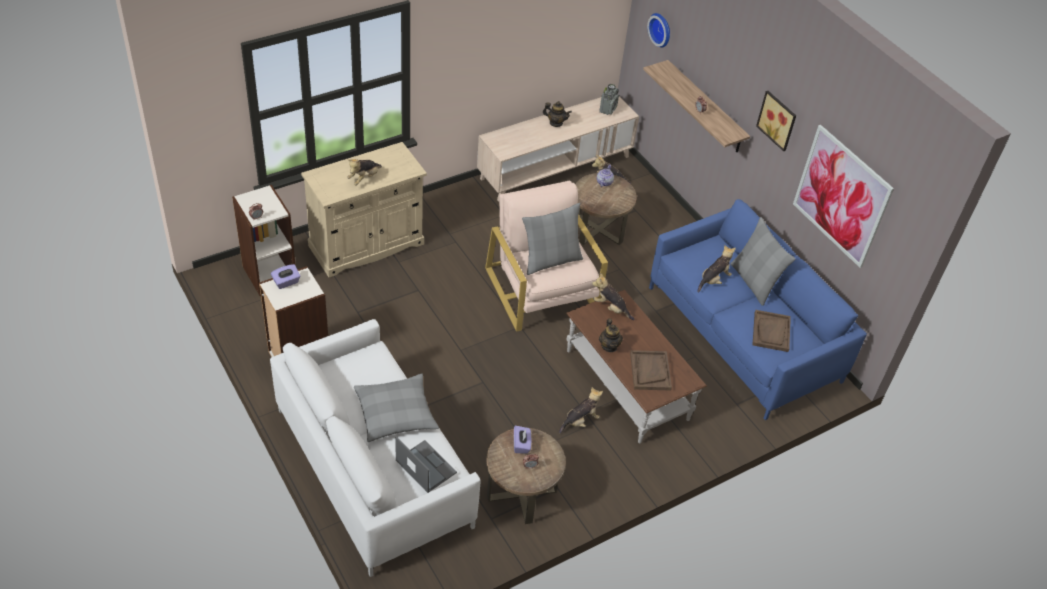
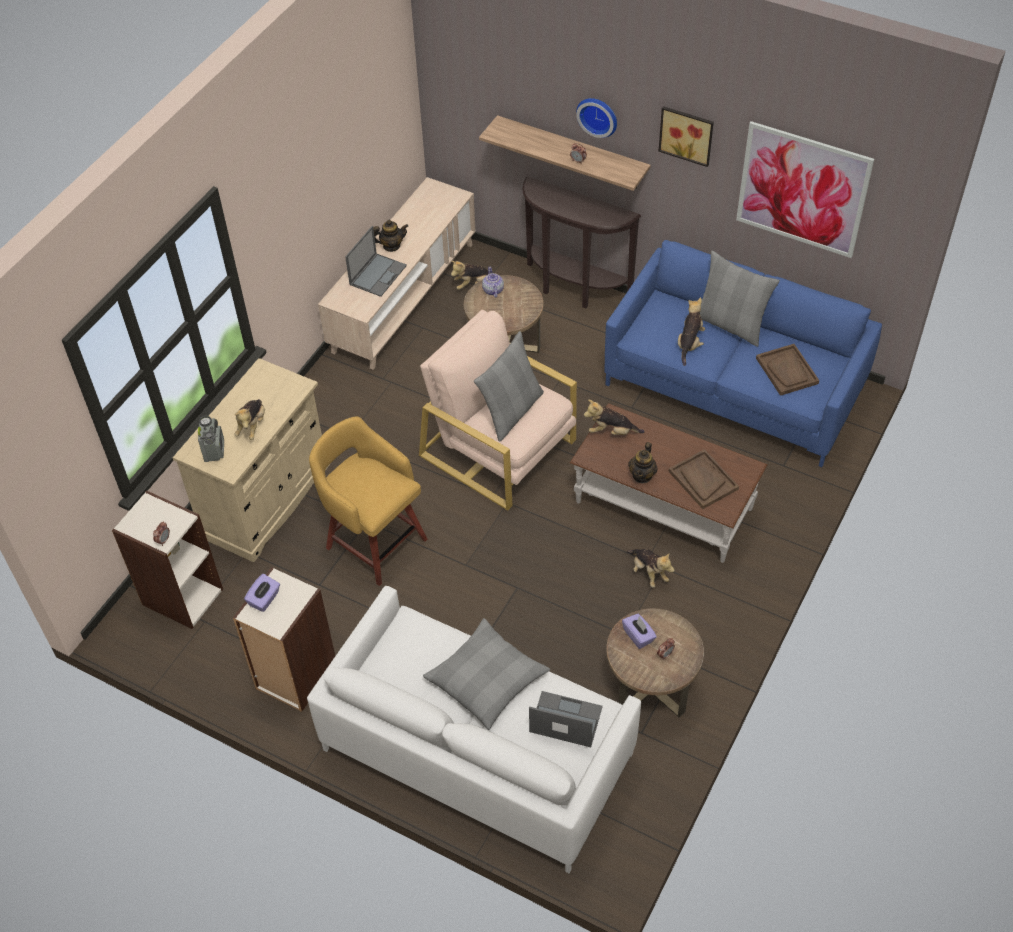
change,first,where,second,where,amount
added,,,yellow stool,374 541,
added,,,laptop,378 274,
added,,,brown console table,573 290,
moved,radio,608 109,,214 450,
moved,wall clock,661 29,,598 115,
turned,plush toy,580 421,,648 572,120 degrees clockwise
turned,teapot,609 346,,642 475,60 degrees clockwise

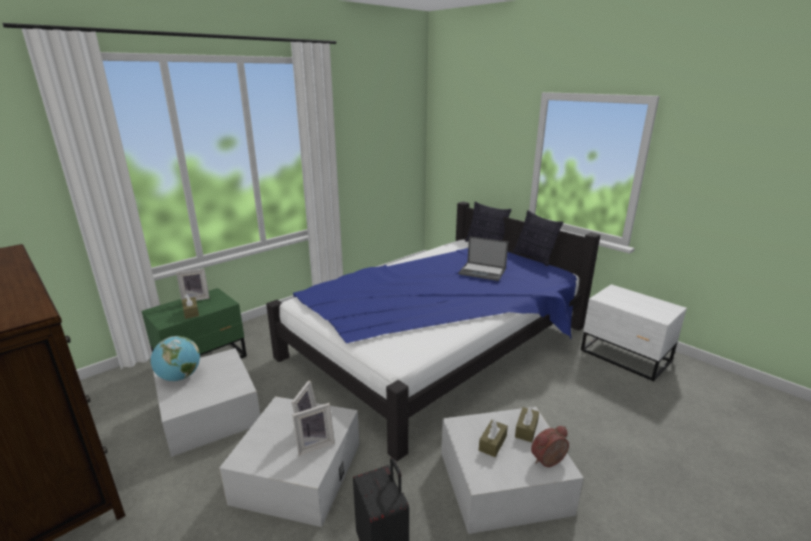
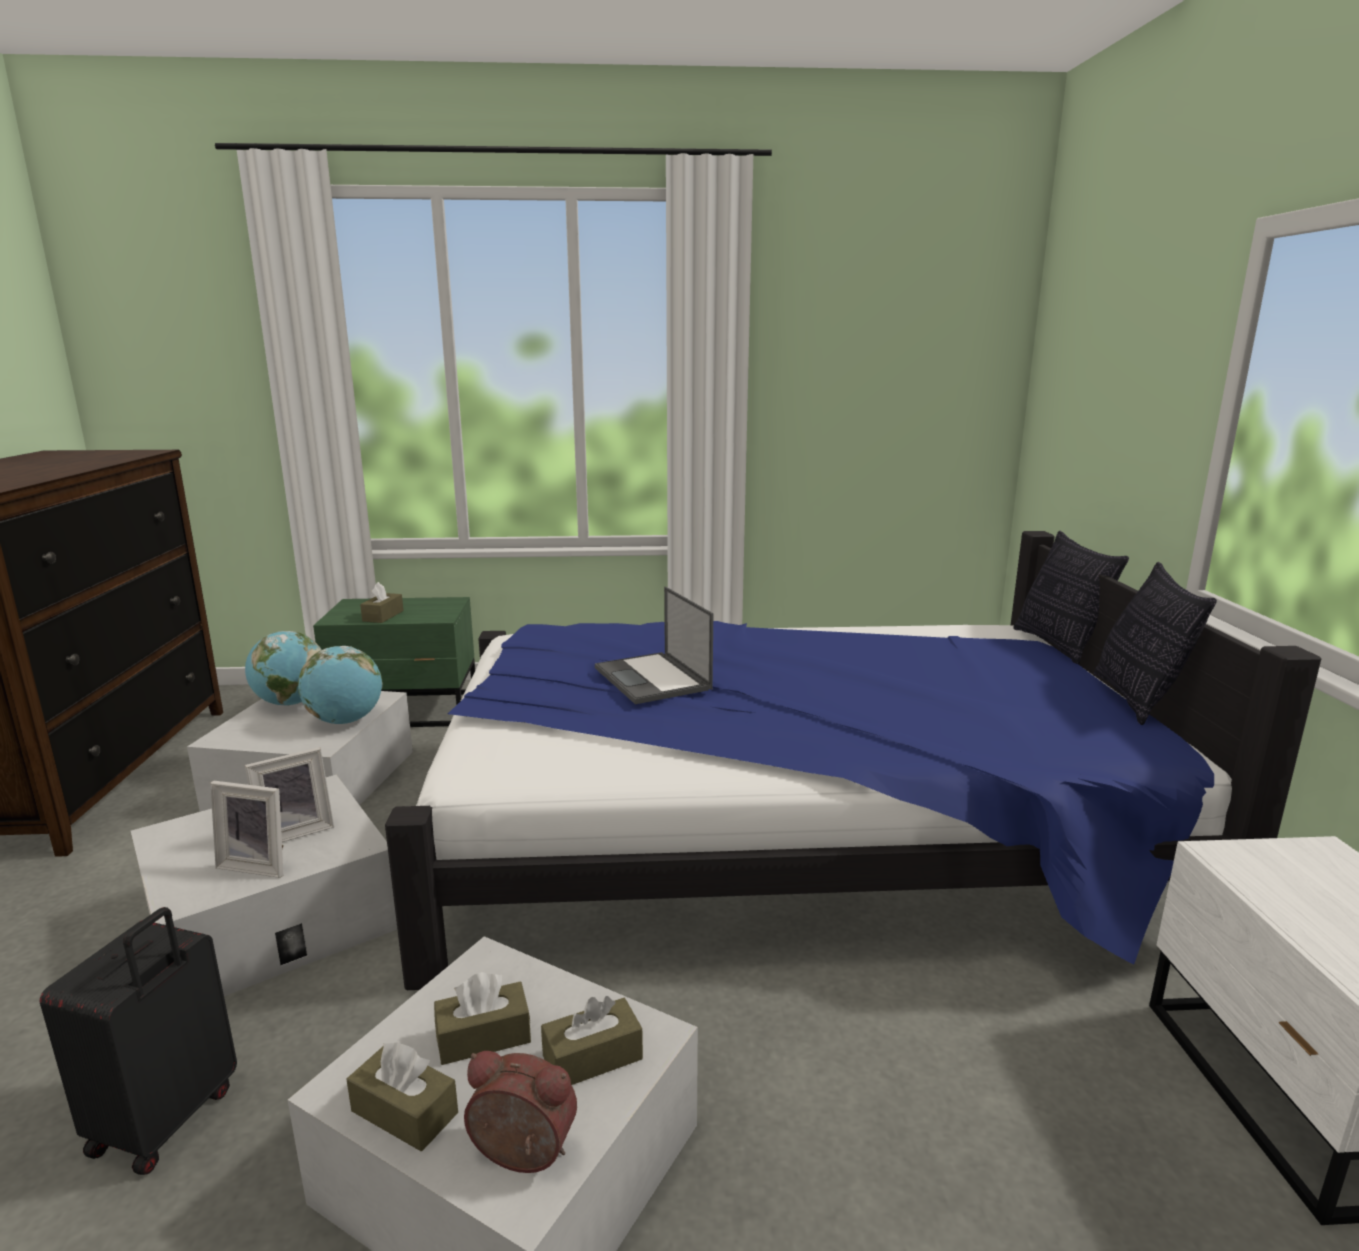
change,first,where,second,where,amount
removed,picture frame,196 298,,,
added,,,globe,345 721,
added,,,brown tissue box,404 1112,
moved,laptop,483 271,,653 679,

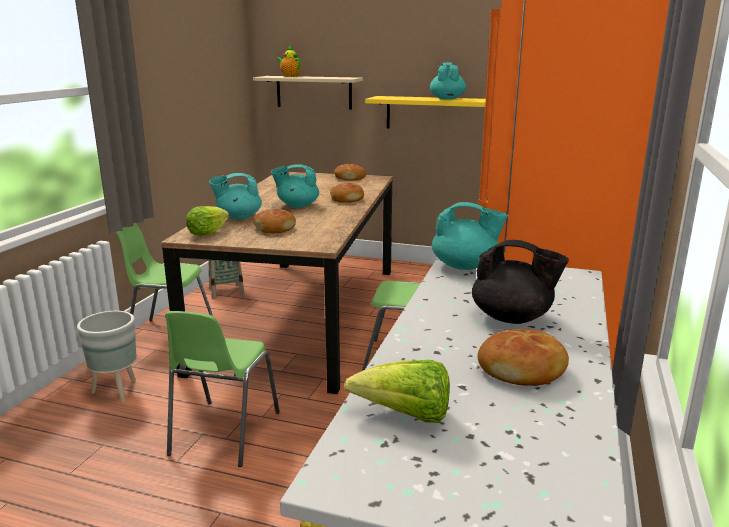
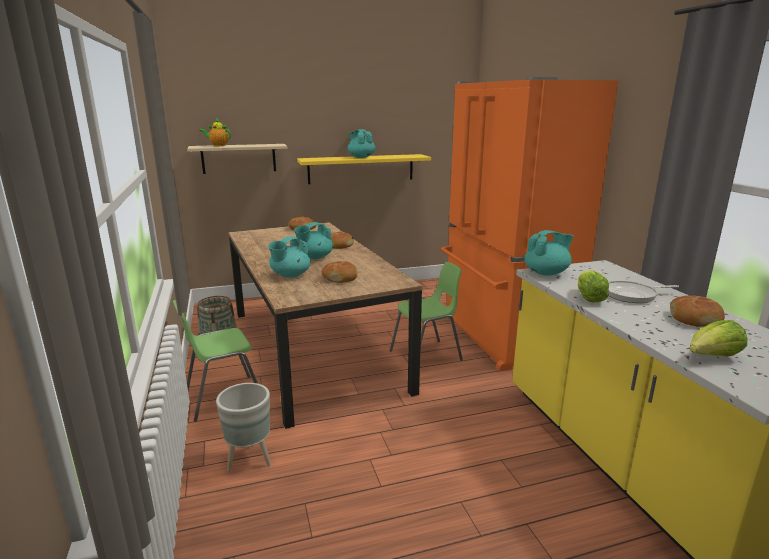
change,first,where,second,where,amount
removed,green chair,223 433,,,
moved,lettuce,207 233,,589 298,
replaced,black teapot,512 318,frying pan,632 295,

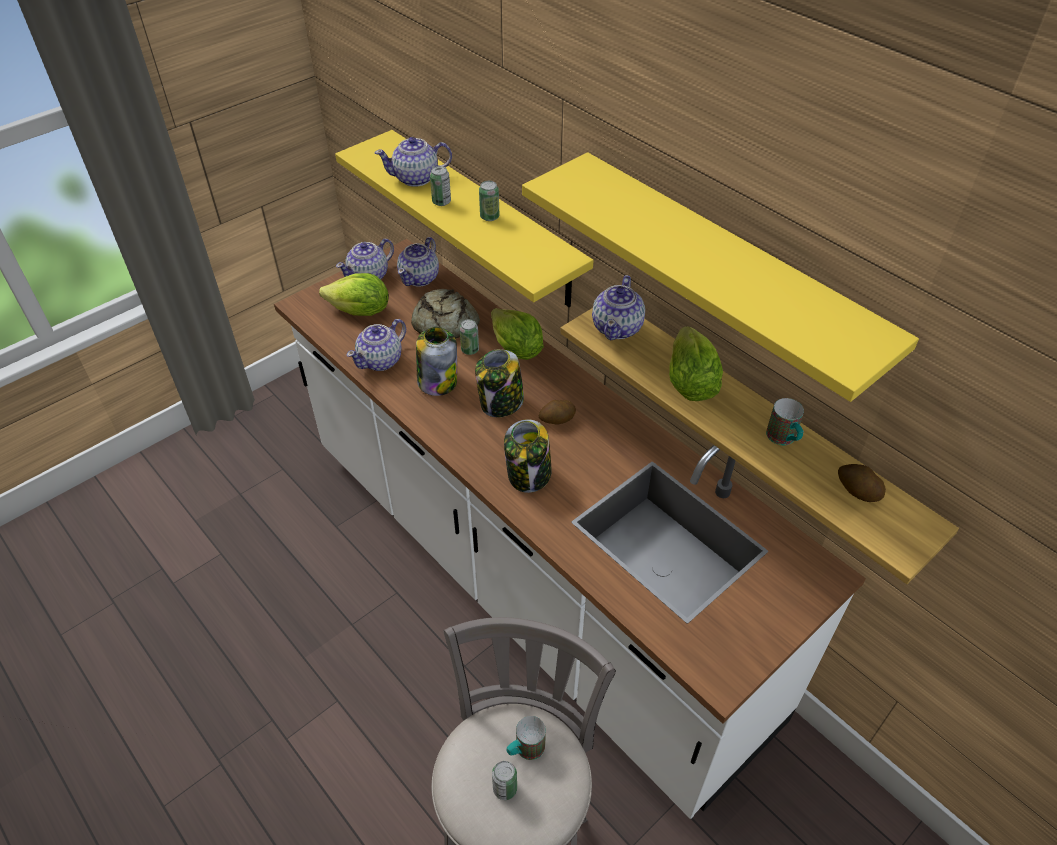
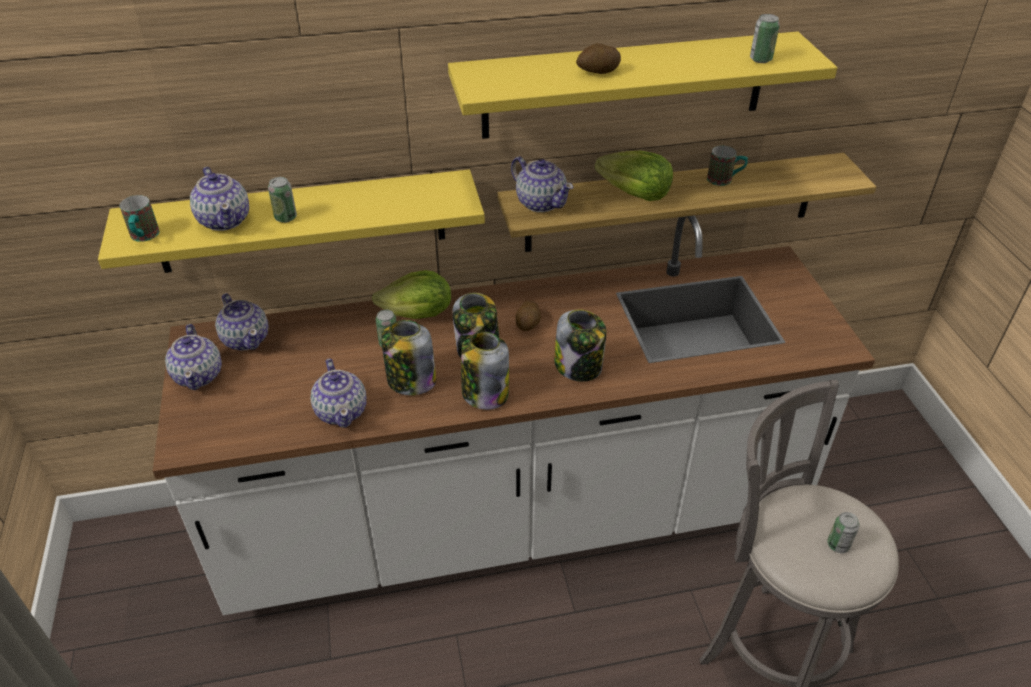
change,first,where,second,where,amount
removed,lettuce,360 312,,,
removed,bread,444 323,,,
added,,,jar,484 393,
moved,can,489 217,,760 59,
moved,mug,525 750,,143 237,
moved,potato,857 491,,597 72,
turned,teapot,416 178,,225 220,45 degrees counterclockwise

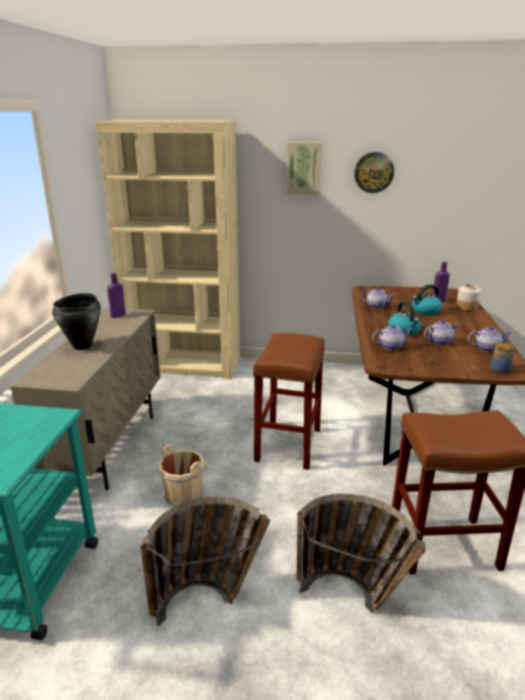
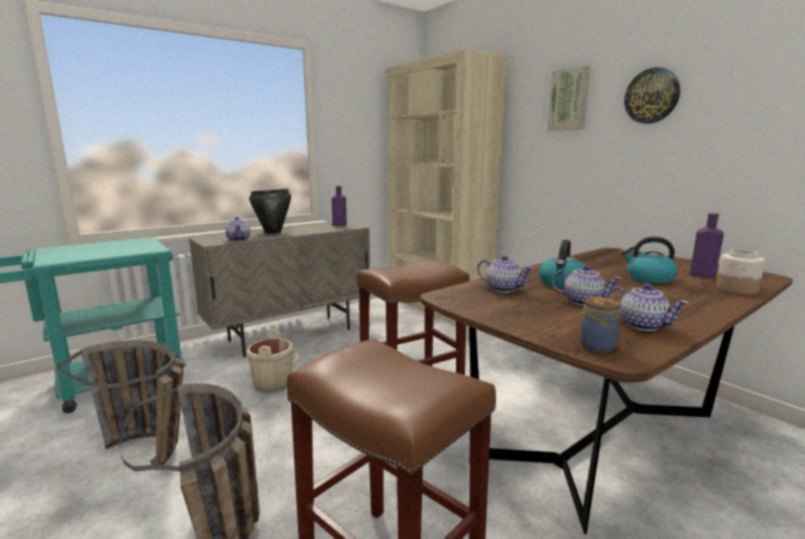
change,first,where,second,where,amount
moved,teapot,376 306,,239 239,

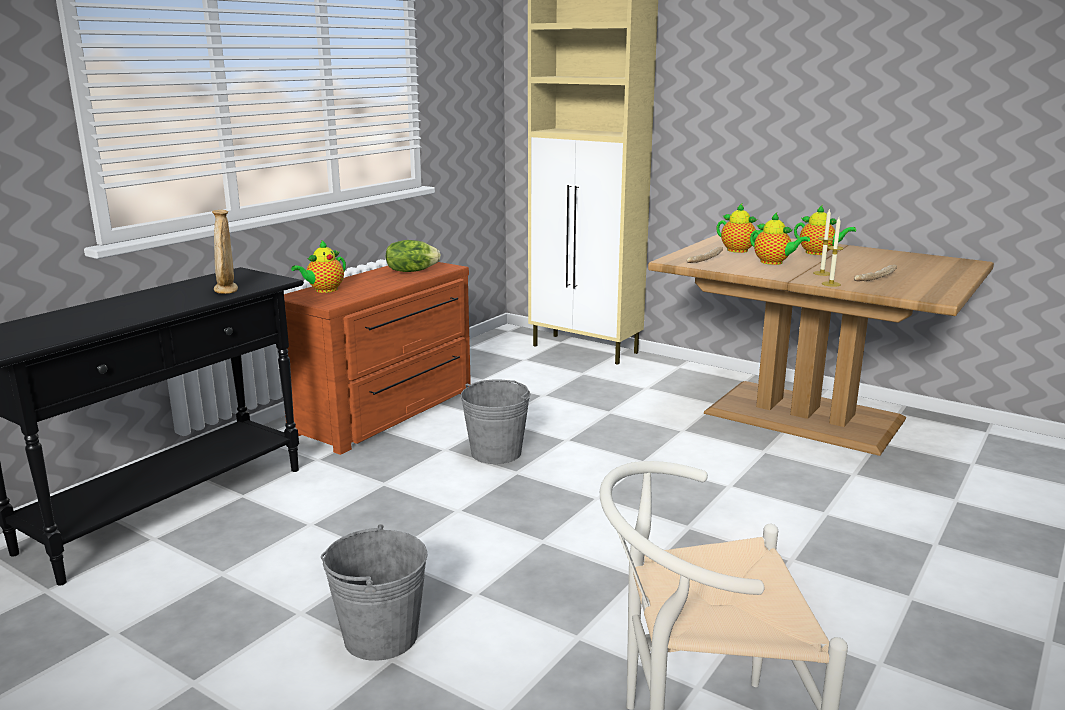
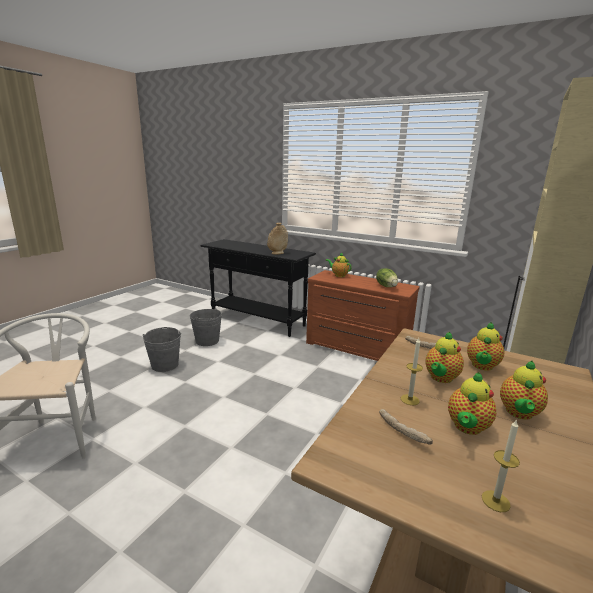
change,first,where,second,where,amount
added,,,teapot,467 428,
moved,grey bucket,496 453,,207 341,
moved,candle,831 284,,495 501,

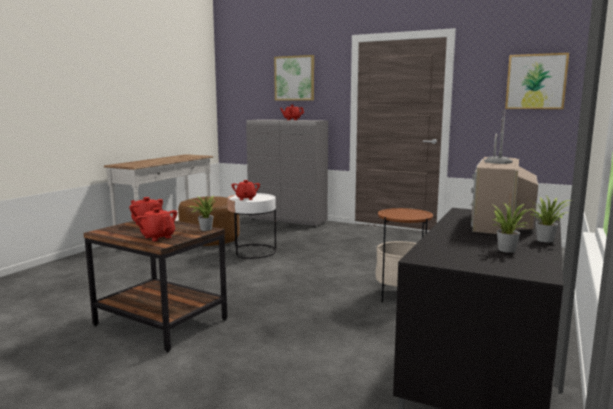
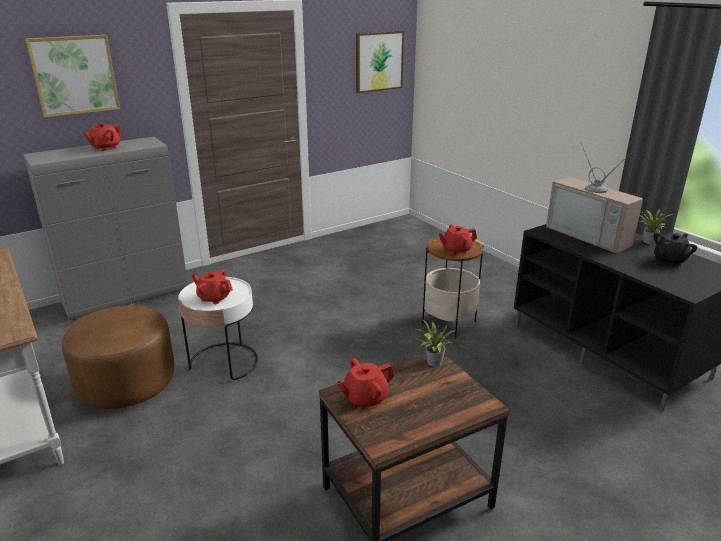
change,first,where,second,where,amount
moved,red teapot,158 237,,456 250,
replaced,potted plant,506 249,black teapot,670 260,

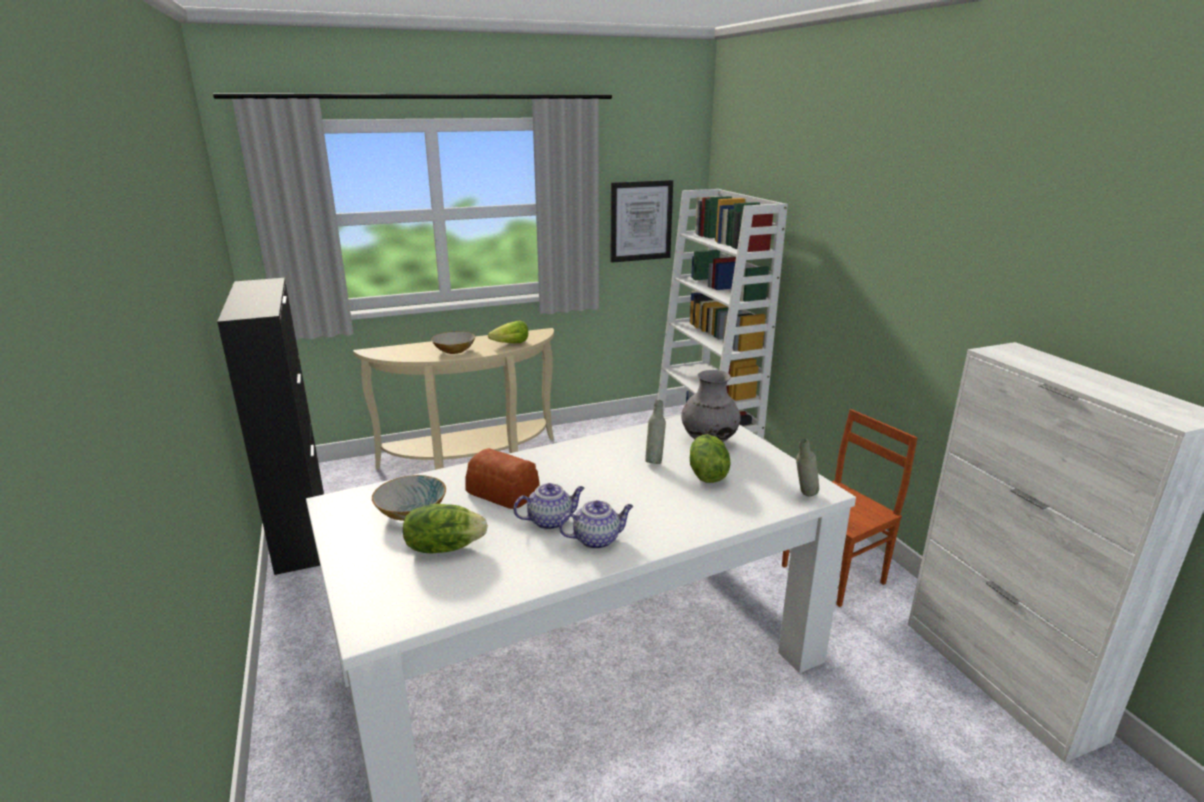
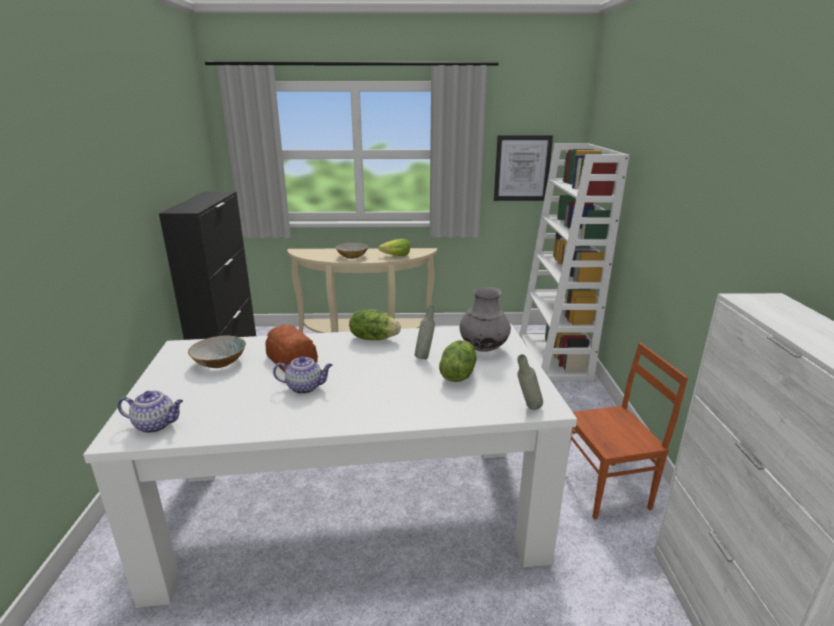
change,first,where,second,where,amount
moved,lettuce,444 547,,373 338,
moved,teapot,597 539,,156 425,

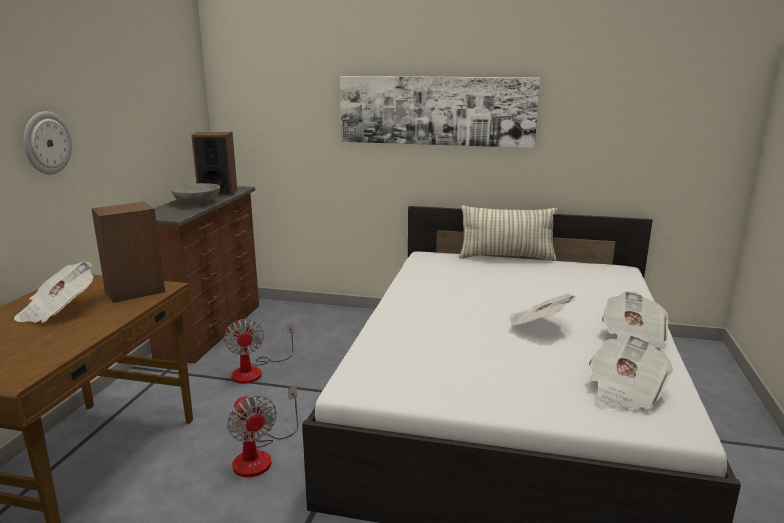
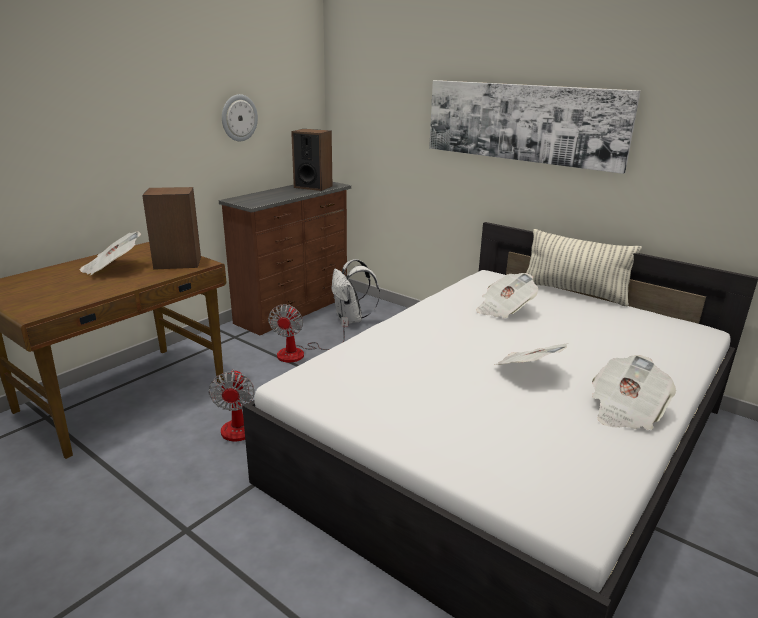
change,first,where,second,where,amount
removed,grey bowl,197 202,,,
added,,,white backpack,351 320,
moved,wall clock,46 143,,239 118,
moved,newspaper,624 392,,504 309,

